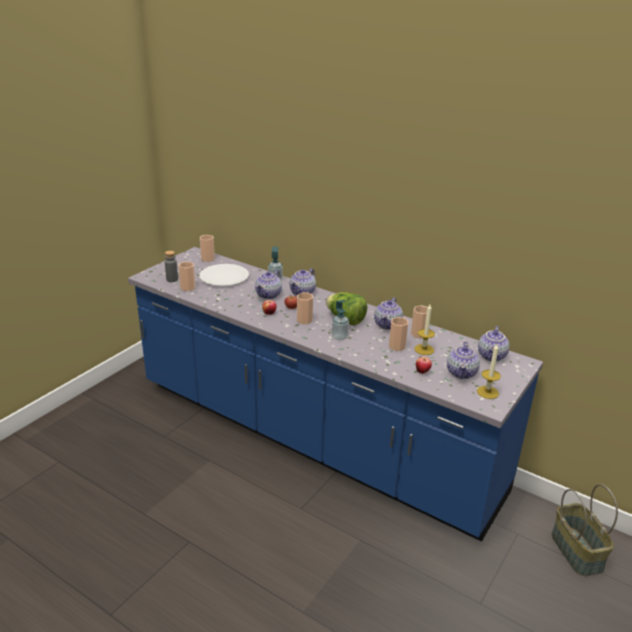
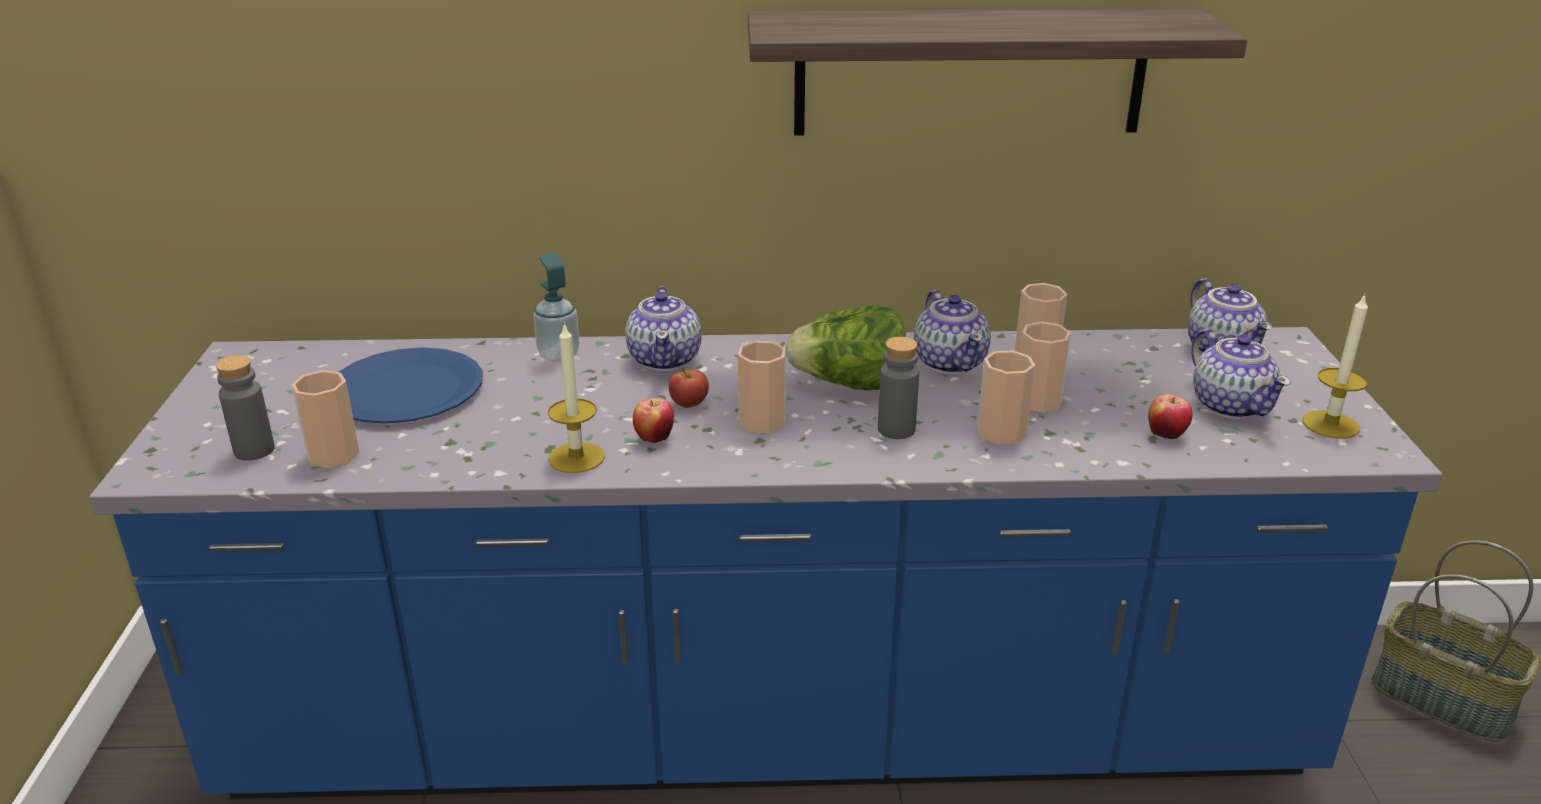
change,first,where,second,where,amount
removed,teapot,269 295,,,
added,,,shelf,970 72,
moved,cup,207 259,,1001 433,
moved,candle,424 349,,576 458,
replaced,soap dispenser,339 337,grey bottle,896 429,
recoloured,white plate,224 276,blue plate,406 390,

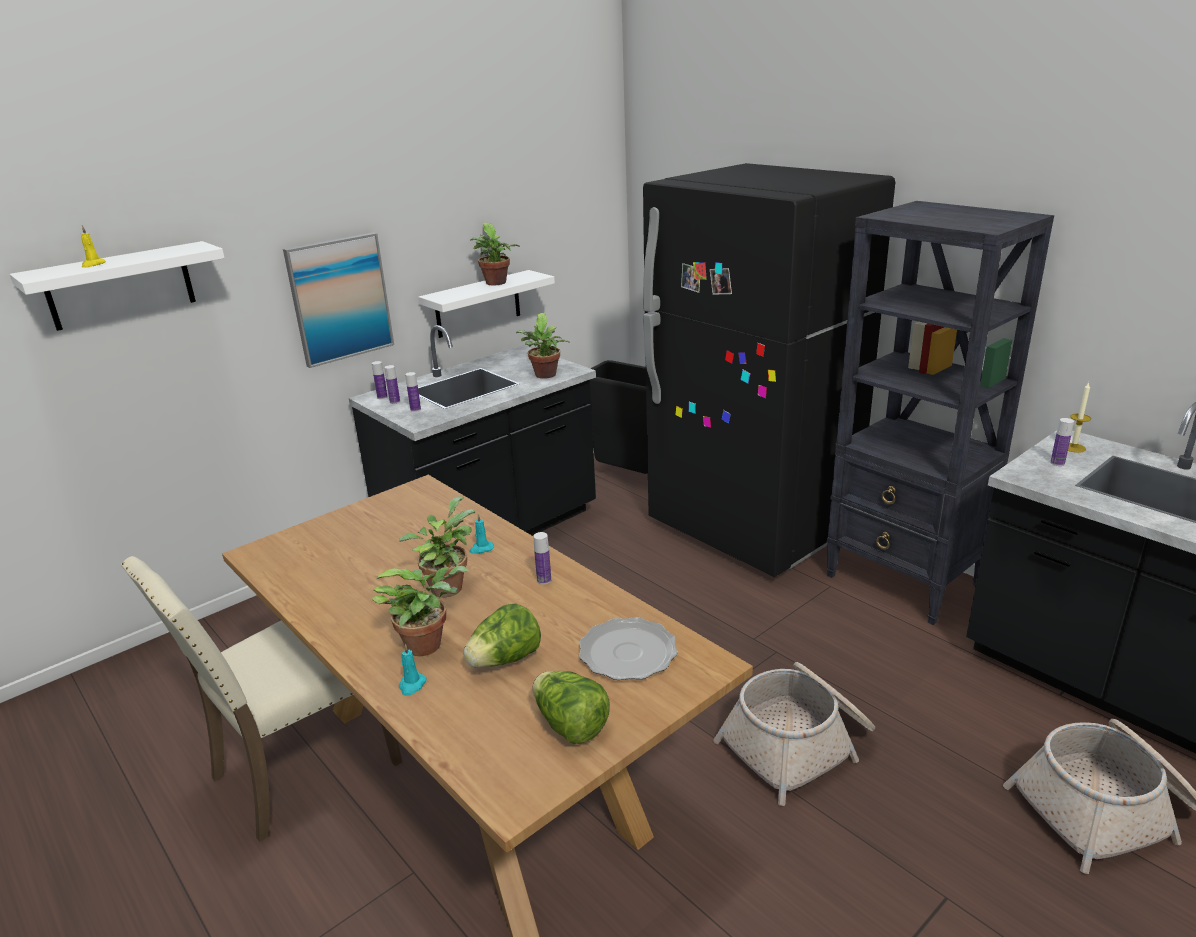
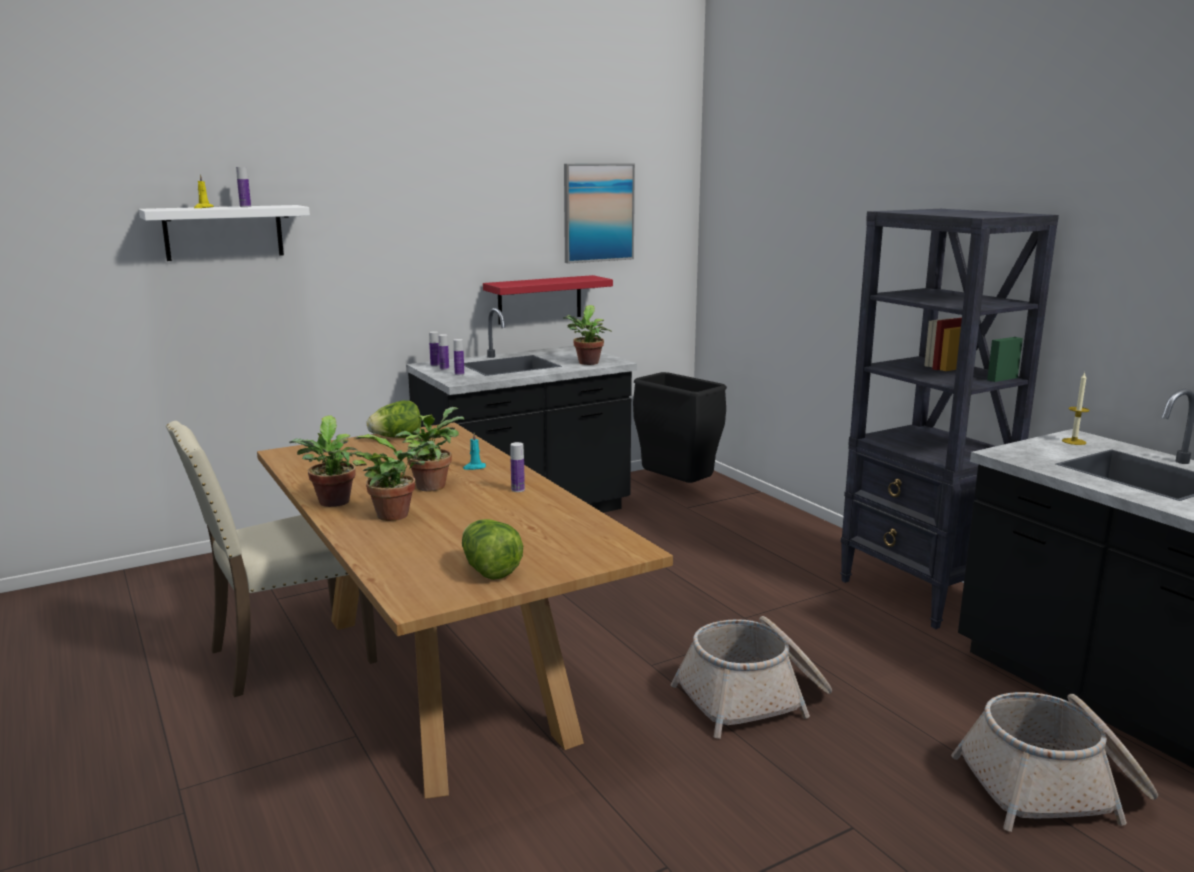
change,first,where,second,where,amount
removed,turquoise candle,412 685,,,
removed,plate,628 652,,,
removed,black fridge,751 528,,,
moved,picture,340 299,,598 212,
moved,lettuce,505 660,,396 438,
moved,potted plant,496 283,,333 503,
moved,bottle,1057 463,,245 206,
recoloured,white shelf,478 304,red shelf,539 299,

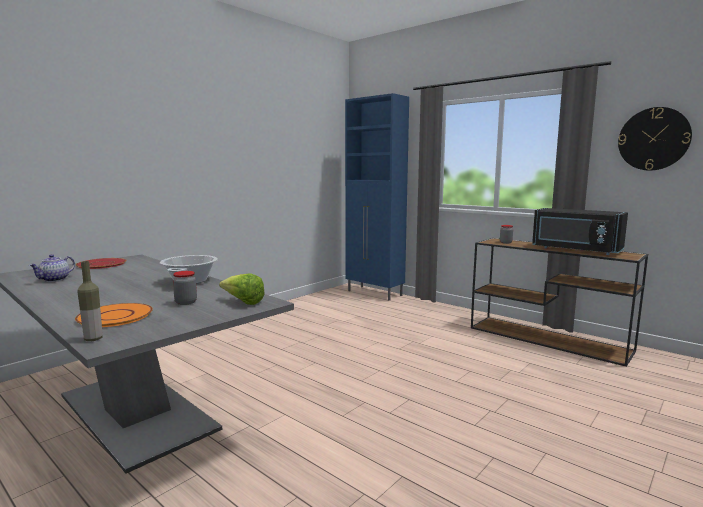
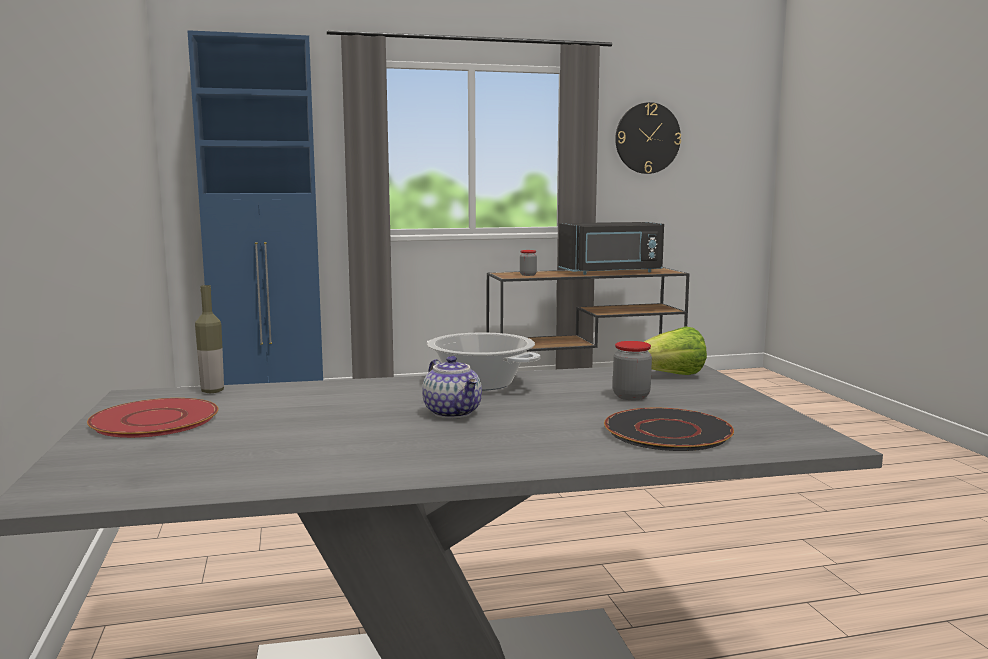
change,first,where,second,where,amount
moved,teapot,55 280,,454 413,
moved,bottle,93 339,,212 391,
recoloured,orange plate,115 316,black plate,668 431,

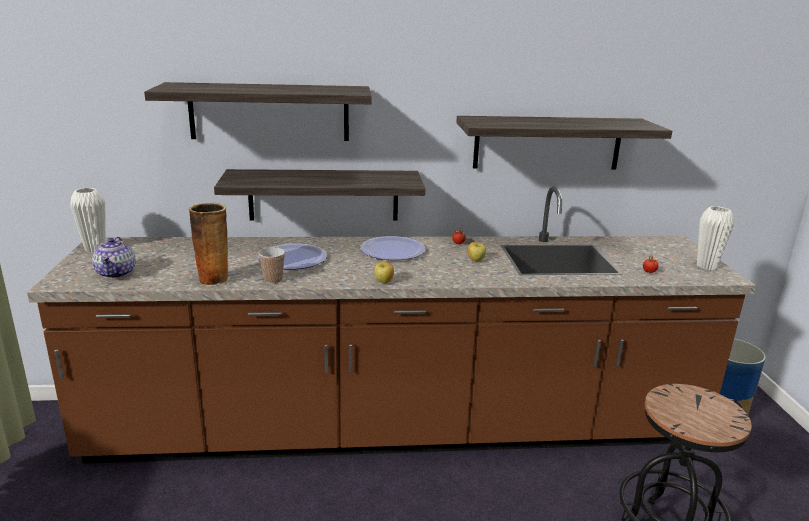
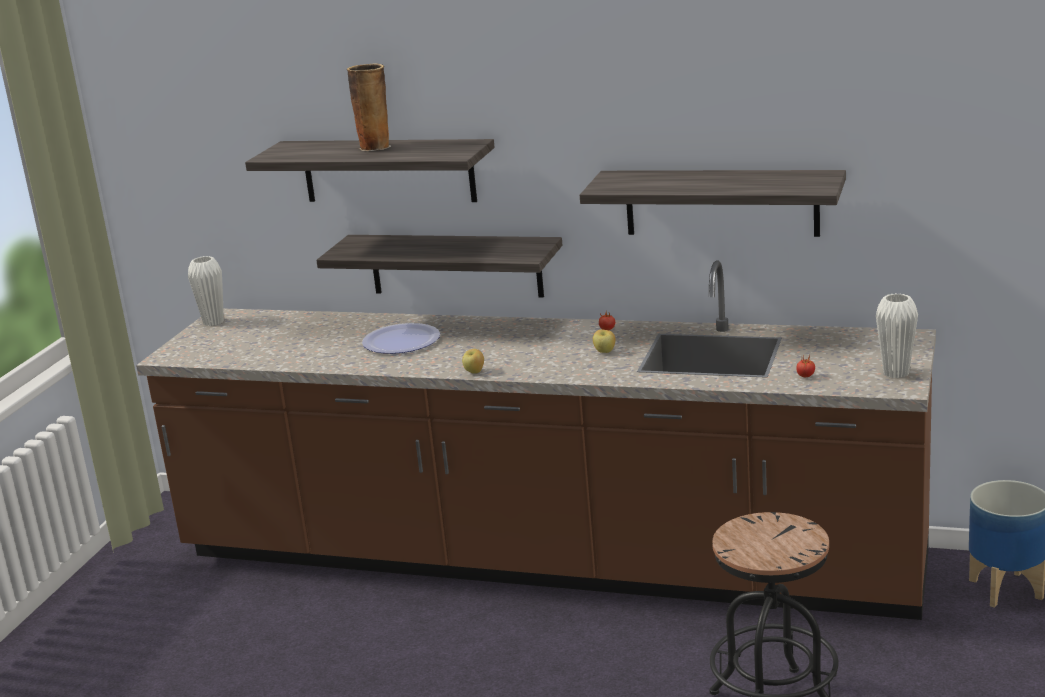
change,first,where,second,where,amount
removed,teapot,117 273,,,
removed,cup,273 280,,,
removed,plate,392 250,,,
moved,vase,214 279,,375 147,

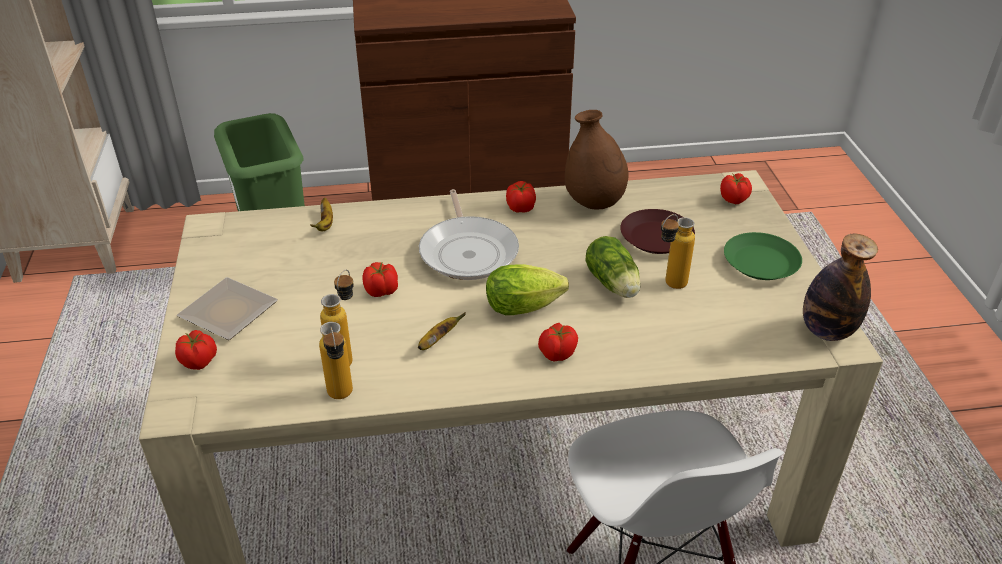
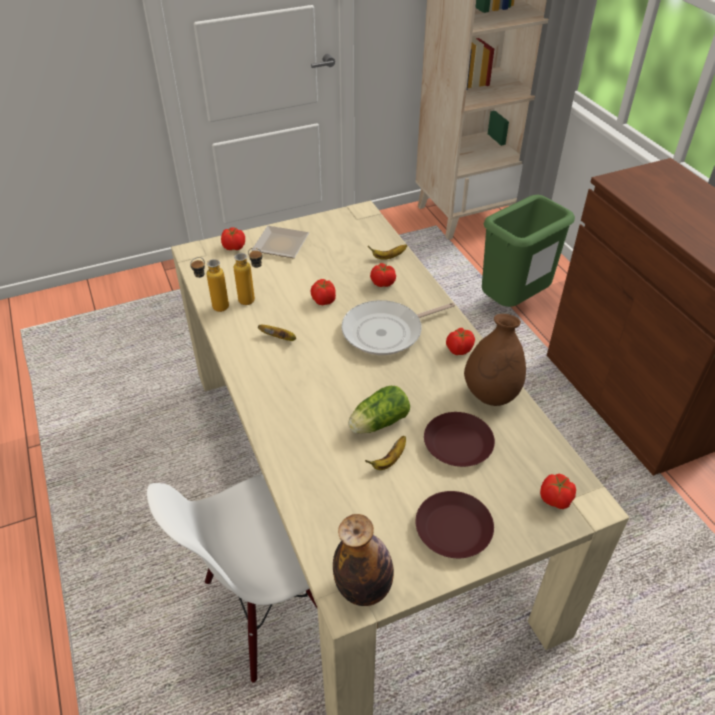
change,first,where,second,where,amount
removed,lettuce,527 306,,,
moved,tomato,557 353,,383 283,
replaced,bottle,669 286,banana,389 460,
recoloured,green plate,761 263,brown plate,453 529,

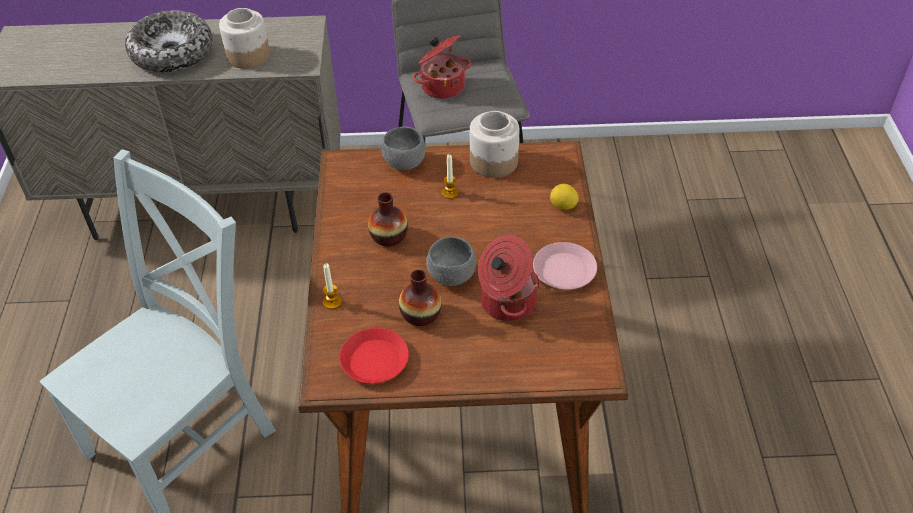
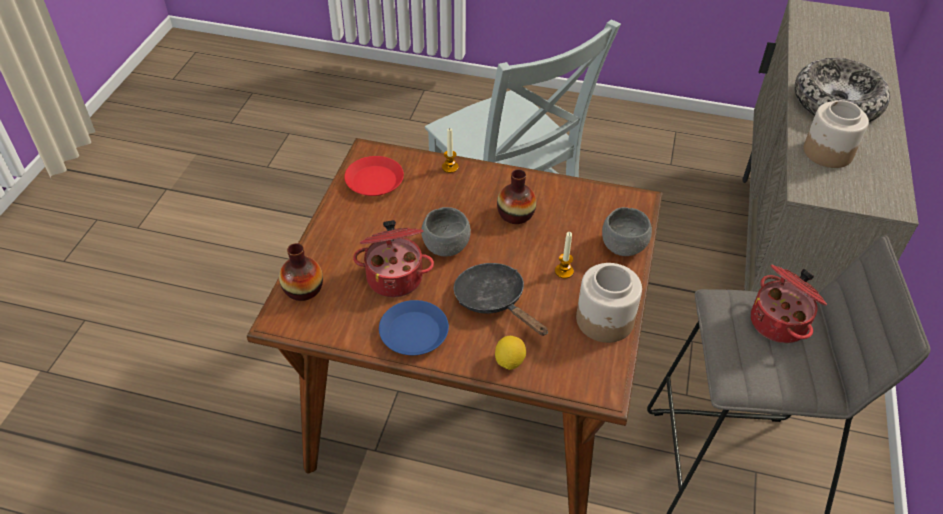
change,first,where,second,where,amount
added,,,black frying pan,494 301,
moved,vase,420 314,,303 289,
recoloured,pink plate,564 270,blue plate,414 332,

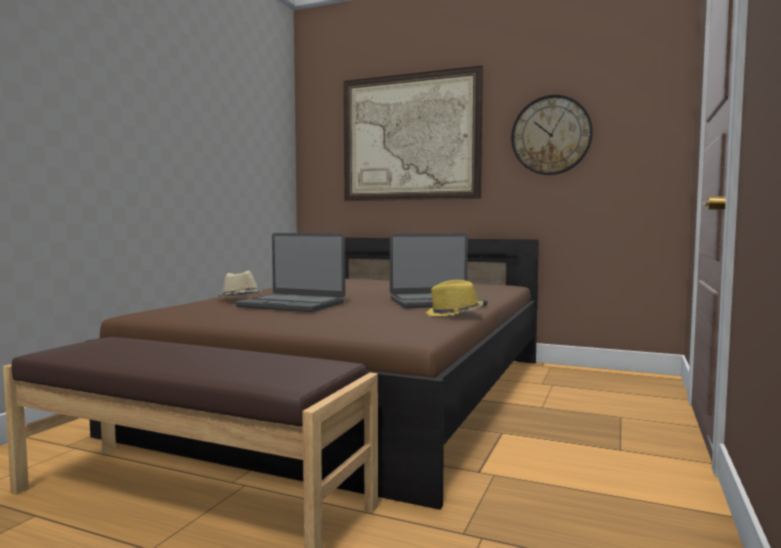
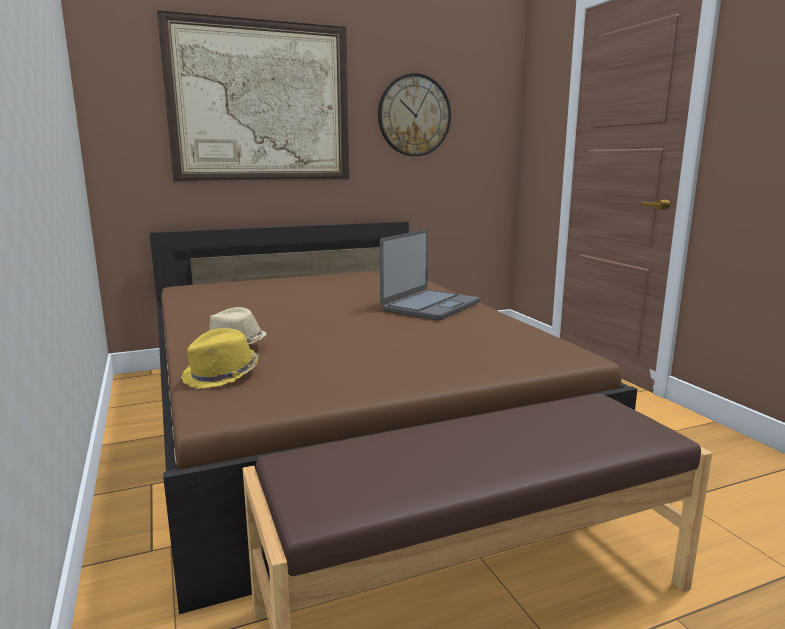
change,first,where,second,where,amount
removed,laptop,292 305,,,
moved,yellow hat,454 314,,222 376,

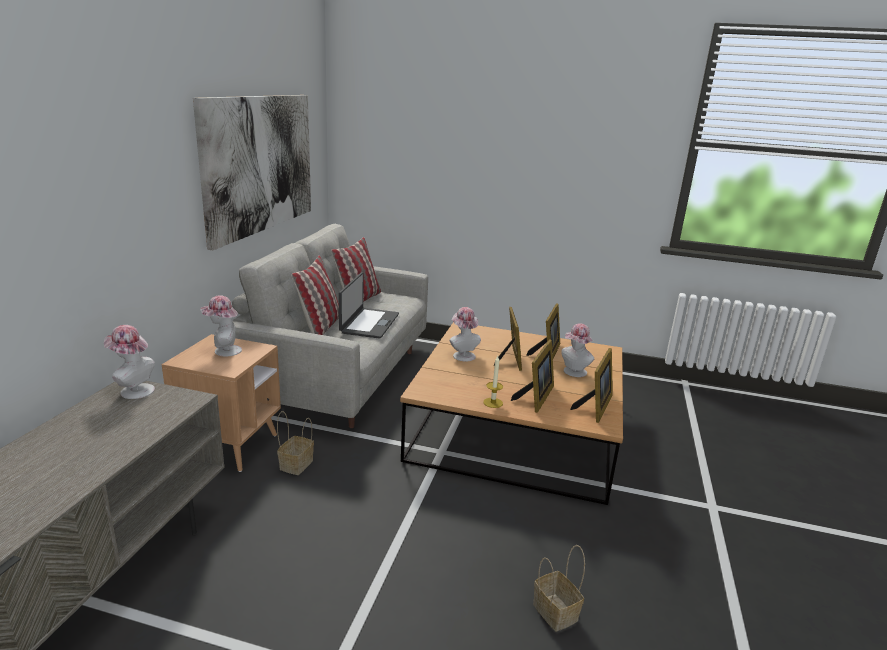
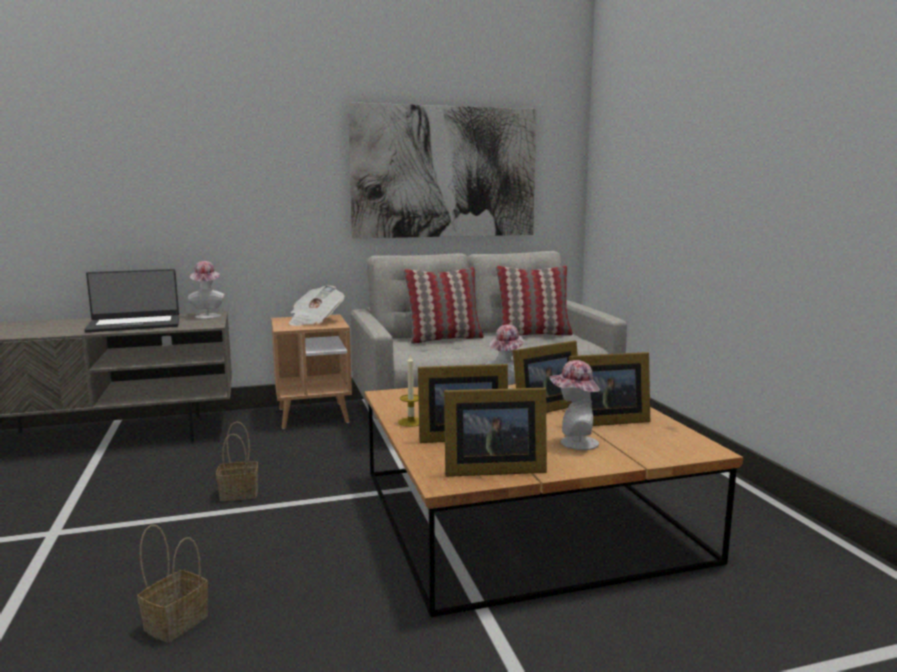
change,first,where,second,where,amount
moved,basket,296 464,,240 493,
moved,laptop,369 323,,134 324,
replaced,hat,224 351,newspaper,315 321,

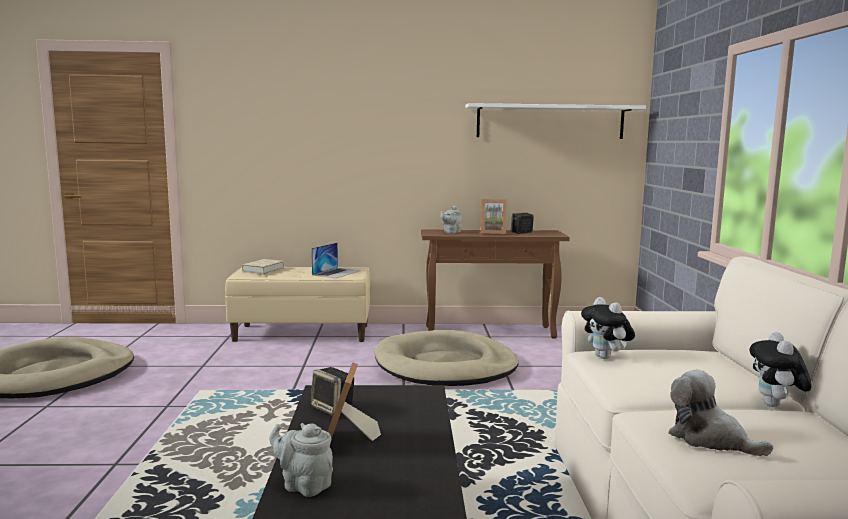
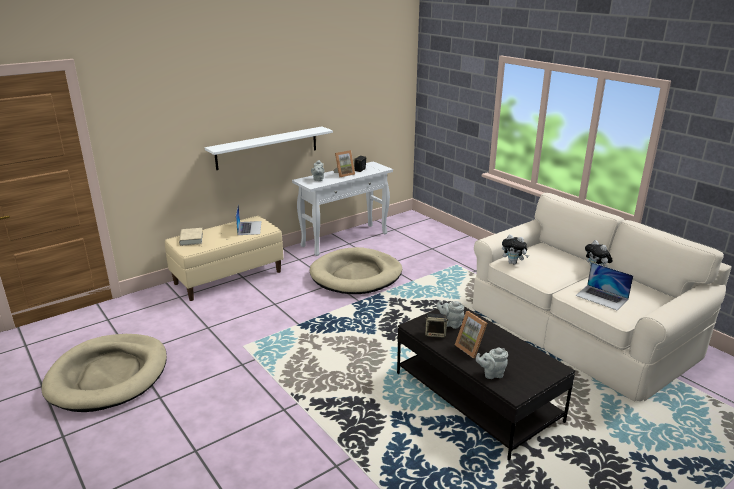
change,first,where,second,where,amount
added,,,grey teapot,450 324,
moved,white shelf,550 122,,267 147,
replaced,plush toy,709 439,laptop,602 297,
recoloured,brown console table,490 332,white console table,345 239,

